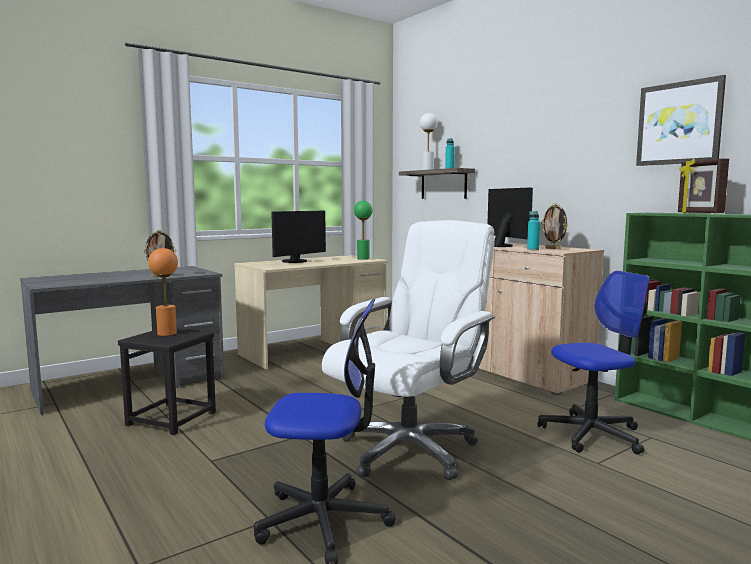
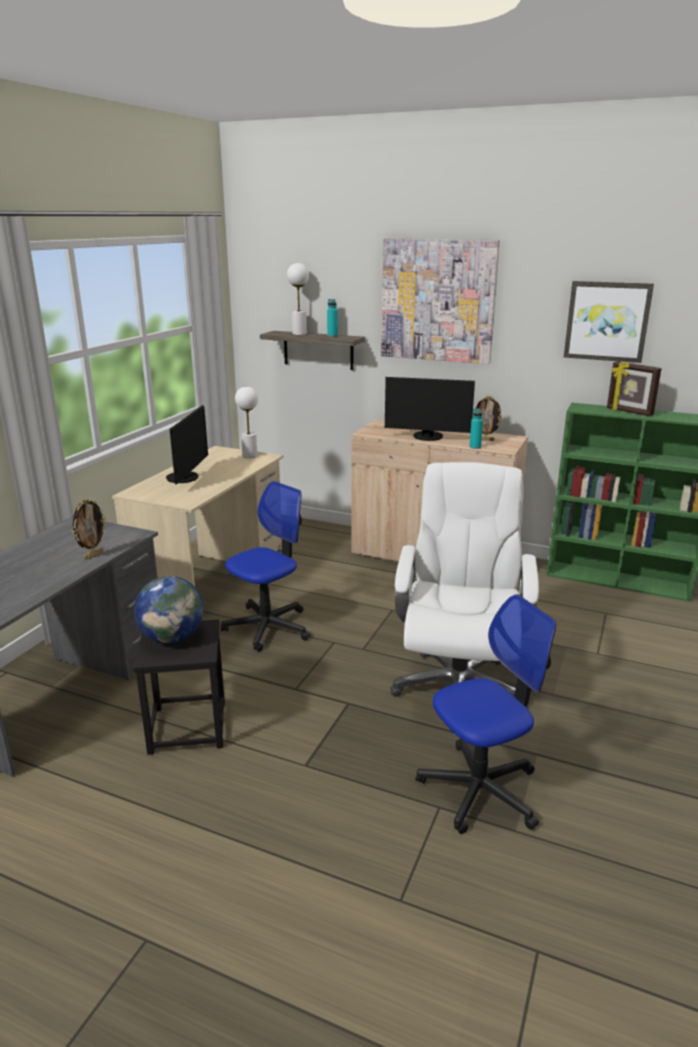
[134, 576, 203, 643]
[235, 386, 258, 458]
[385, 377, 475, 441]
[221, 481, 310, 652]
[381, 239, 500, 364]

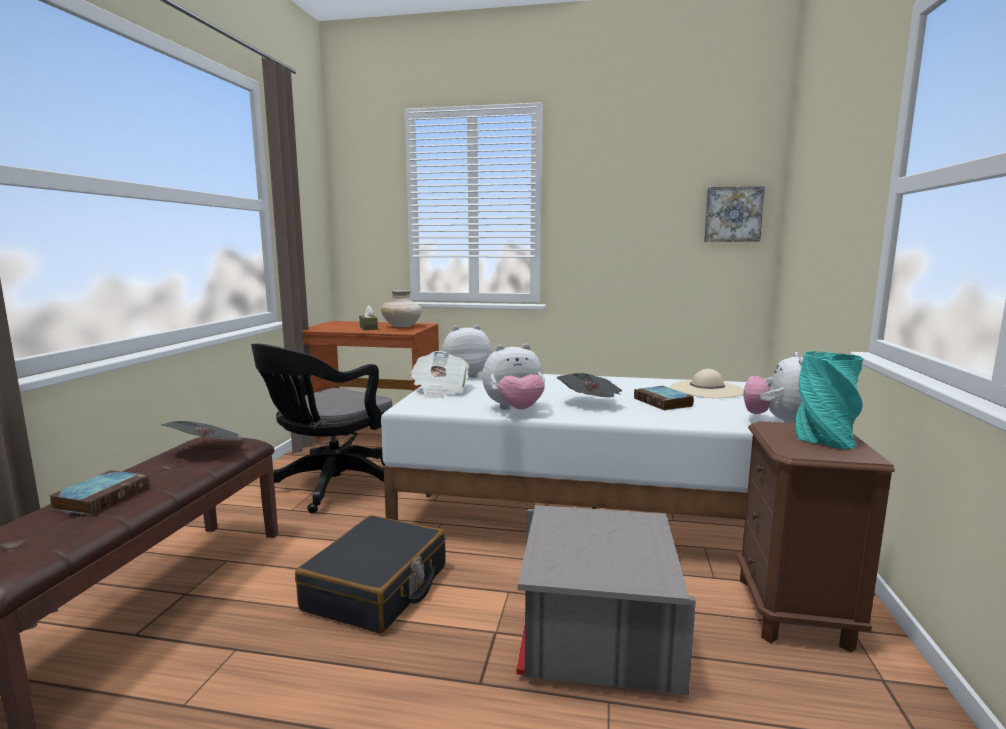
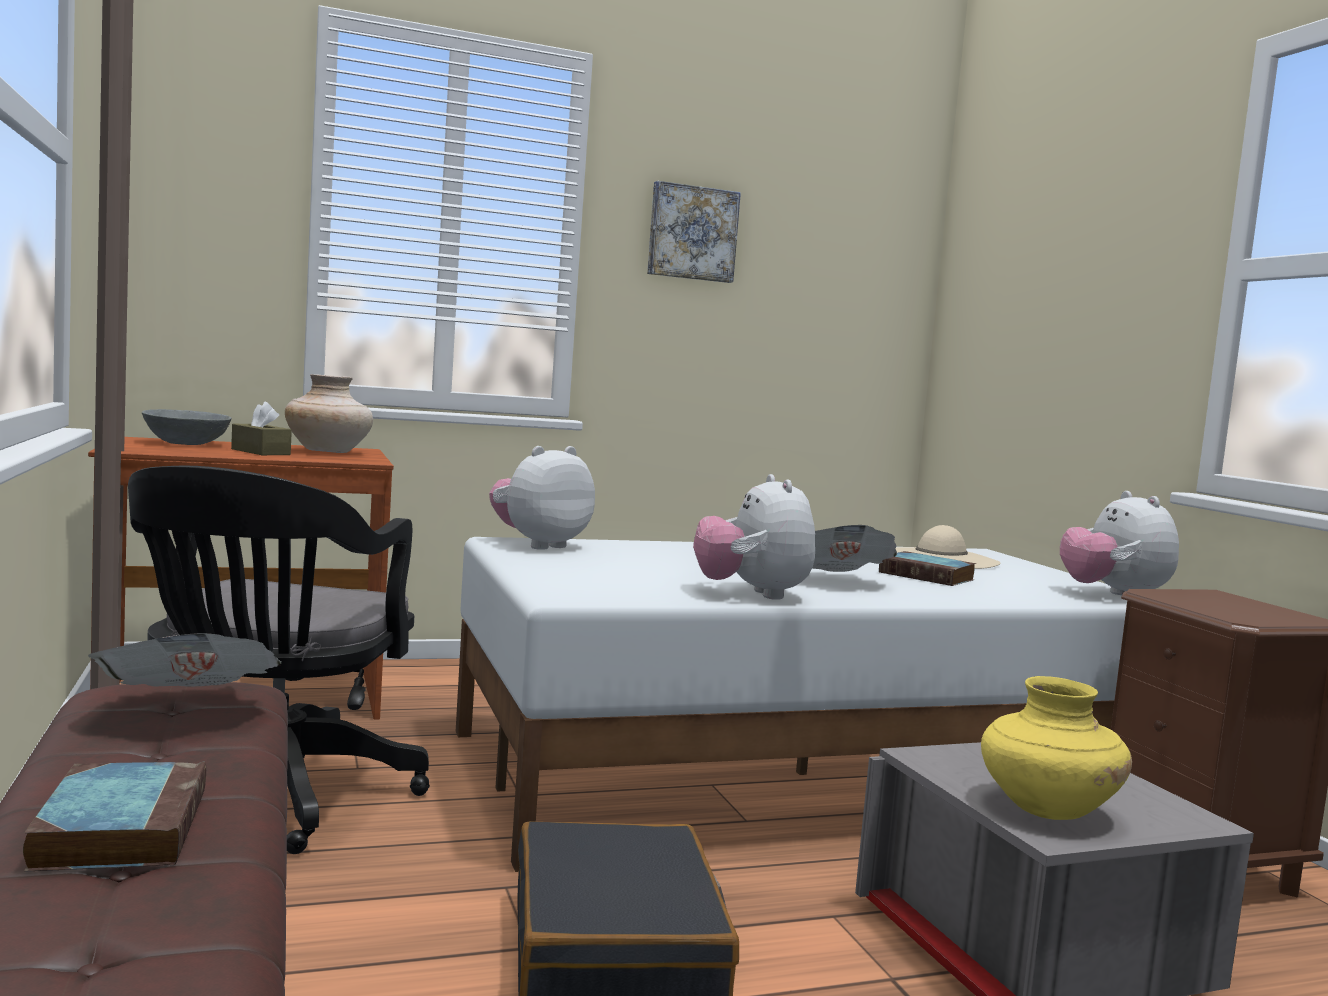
[410, 351, 469, 399] (first image)
[693, 474, 815, 600]
[647, 181, 741, 283]
[796, 351, 863, 449] (first image)
[142, 409, 231, 445]
[981, 676, 1132, 820]

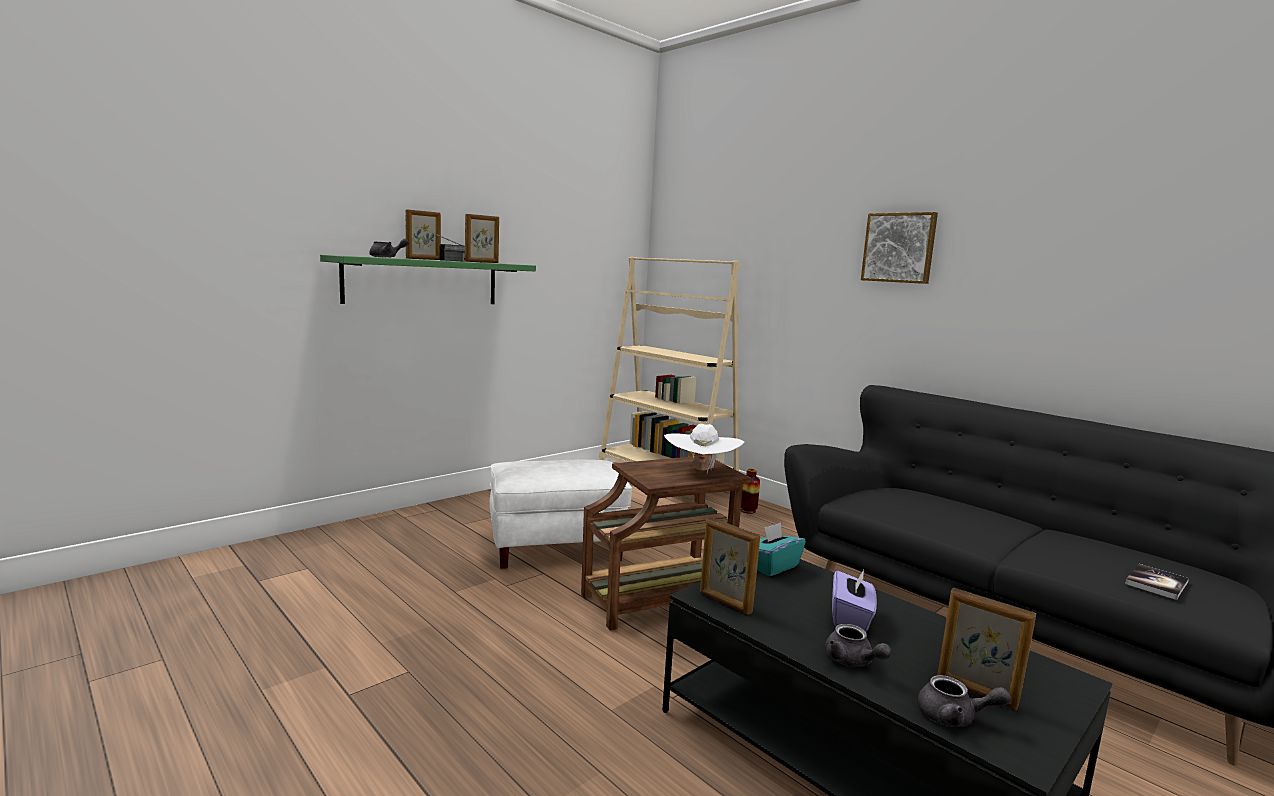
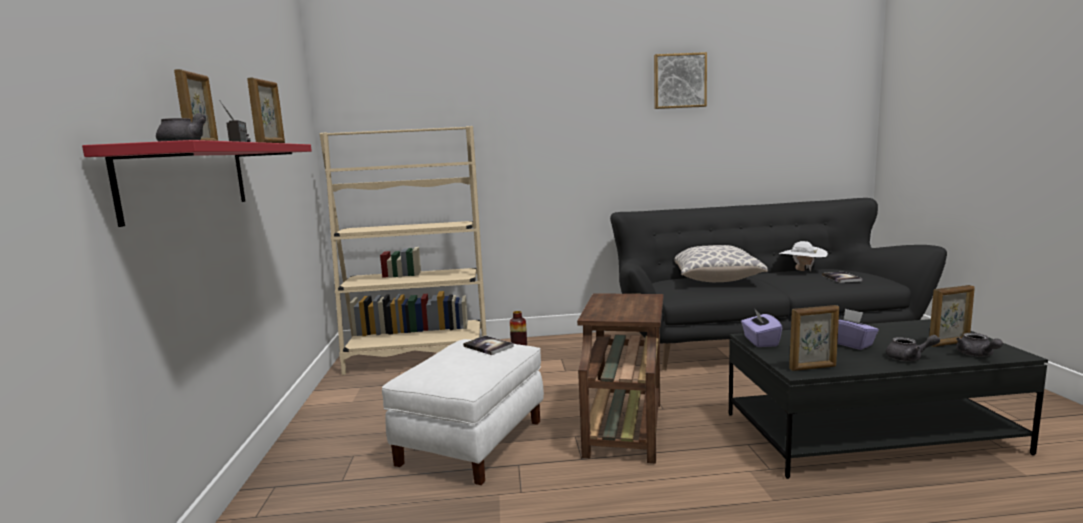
[82, 140, 312, 227]
[779, 241, 828, 271]
[741, 308, 782, 347]
[654, 52, 707, 109]
[956, 333, 1003, 357]
[463, 336, 514, 355]
[674, 245, 768, 282]

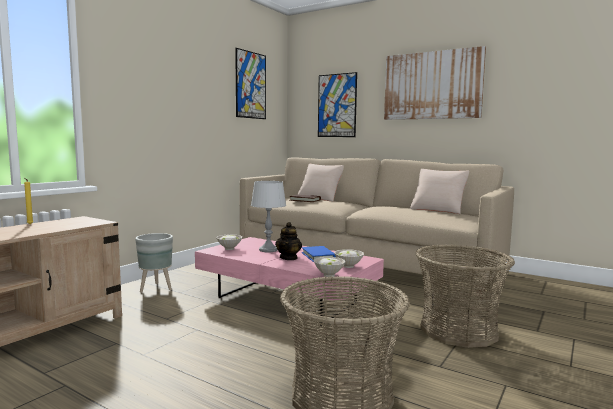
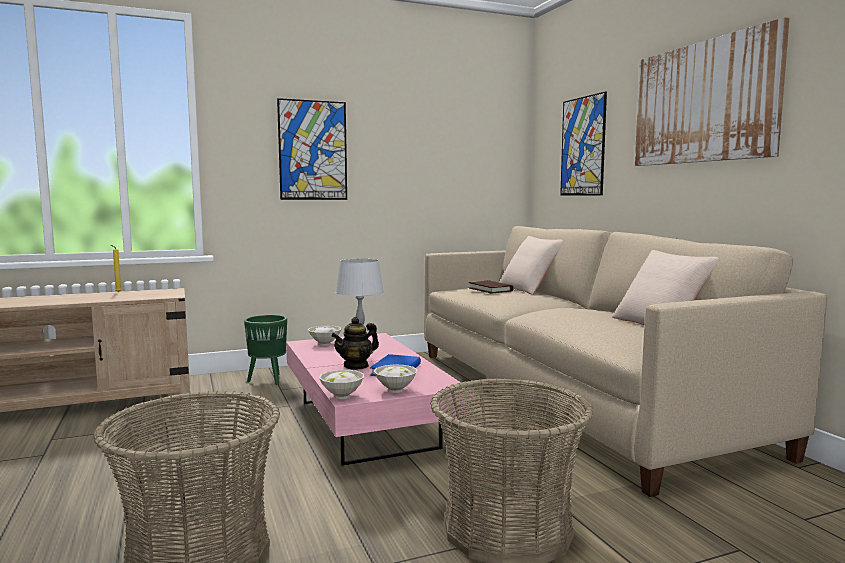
[244, 315, 287, 385]
[277, 98, 347, 200]

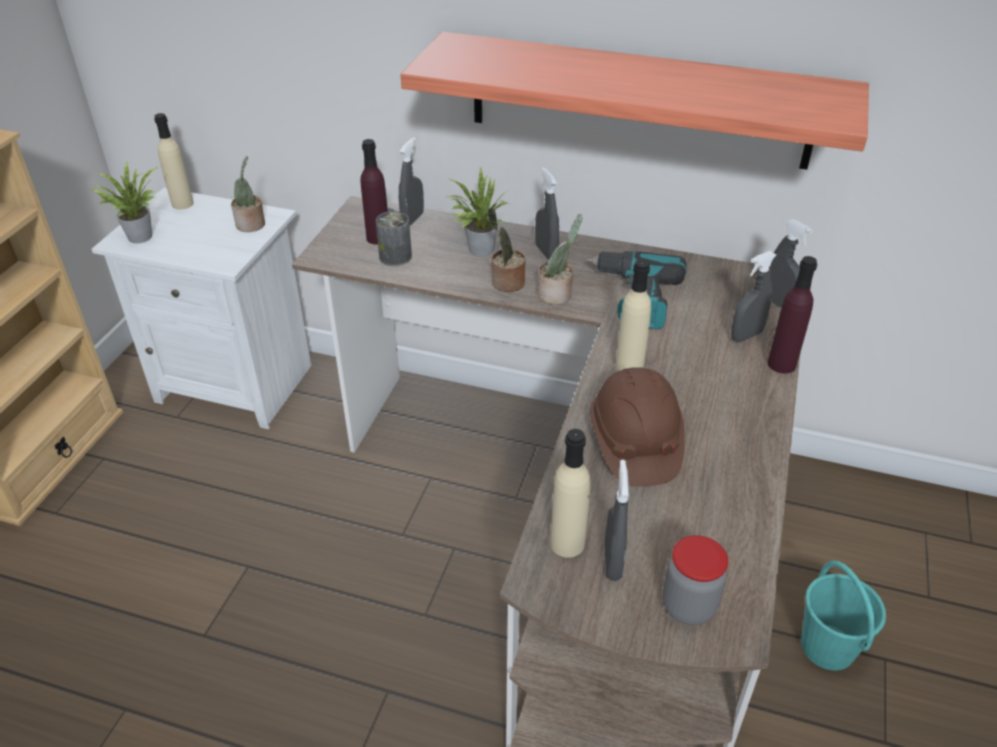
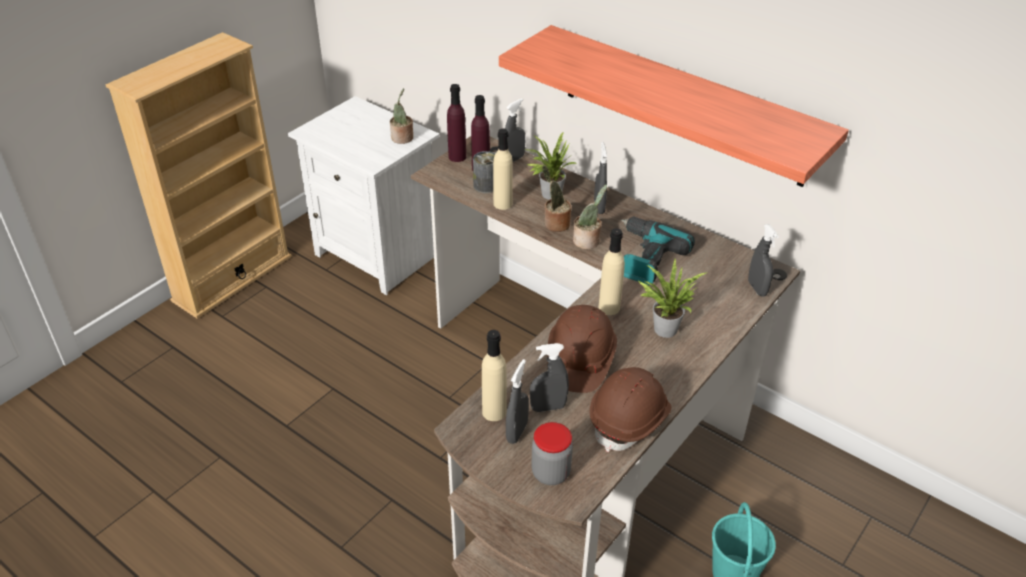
[637, 259, 708, 338]
[493, 129, 513, 210]
[530, 343, 569, 412]
[447, 84, 466, 162]
[590, 367, 671, 452]

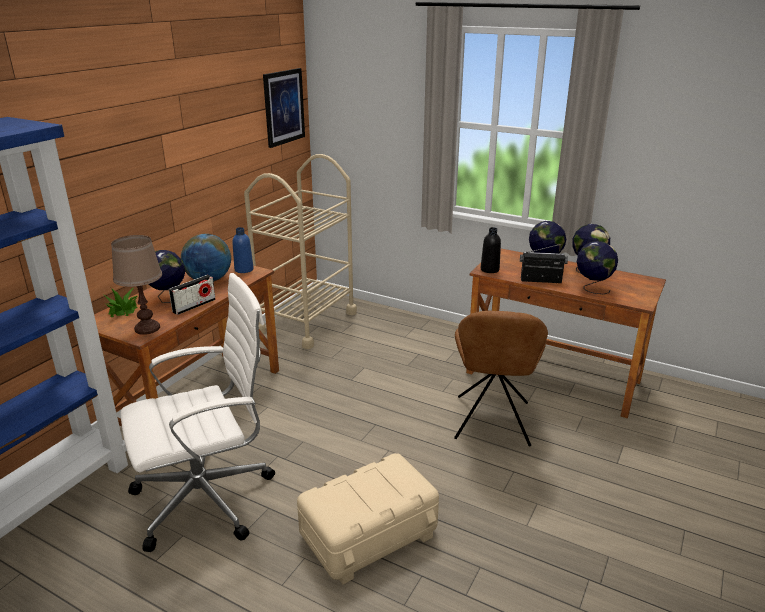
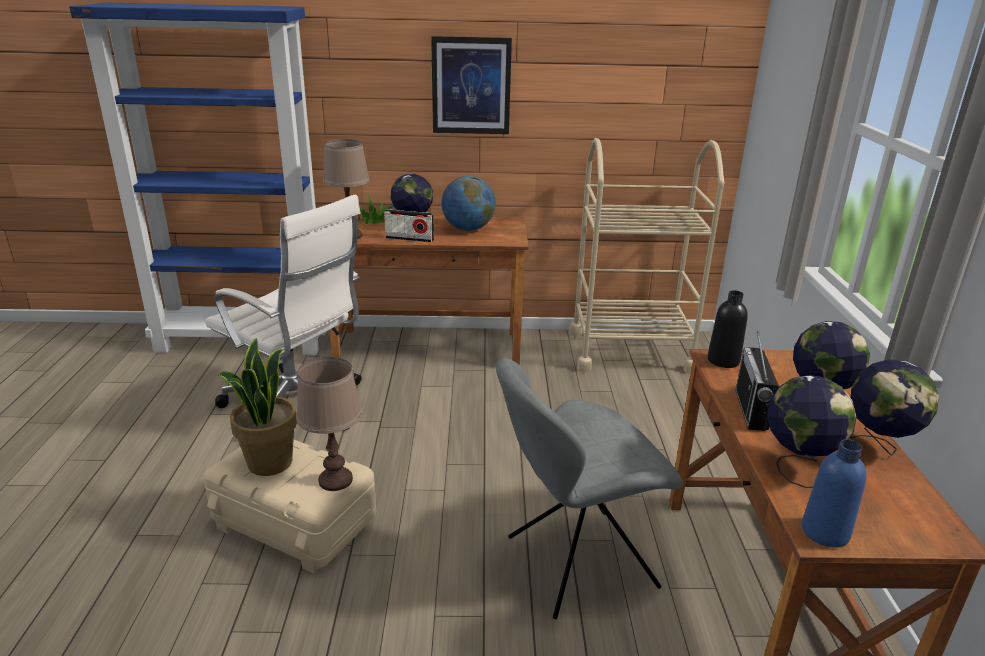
[802, 439, 867, 548]
[431, 36, 512, 134]
[496, 358, 683, 619]
[736, 331, 779, 431]
[219, 338, 297, 476]
[296, 357, 362, 491]

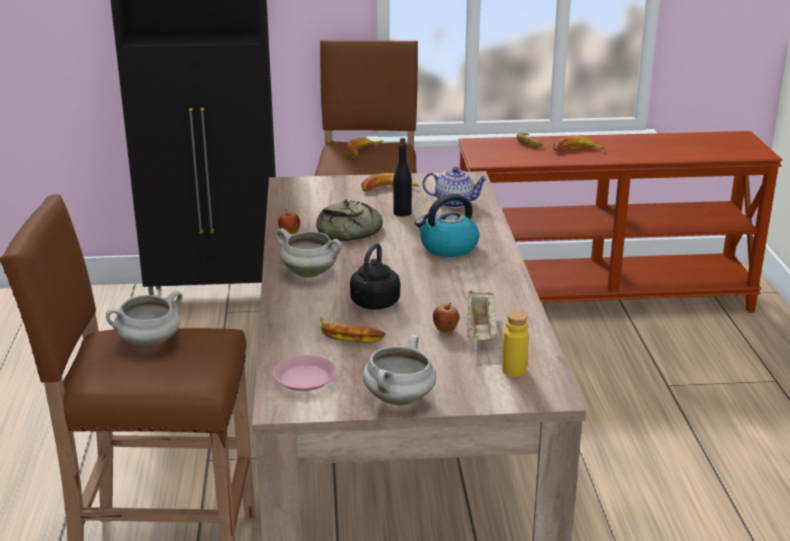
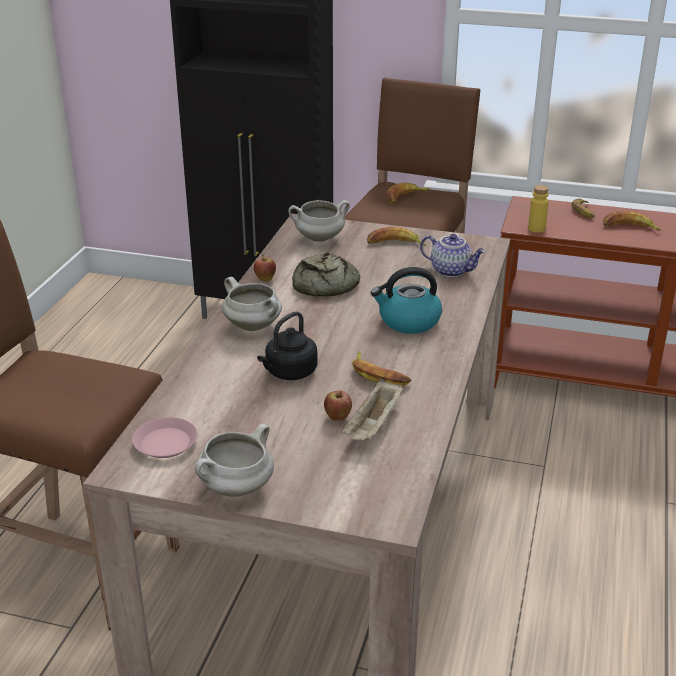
[288, 200, 350, 242]
[352, 351, 411, 387]
[393, 138, 412, 216] (first image)
[528, 185, 549, 233]

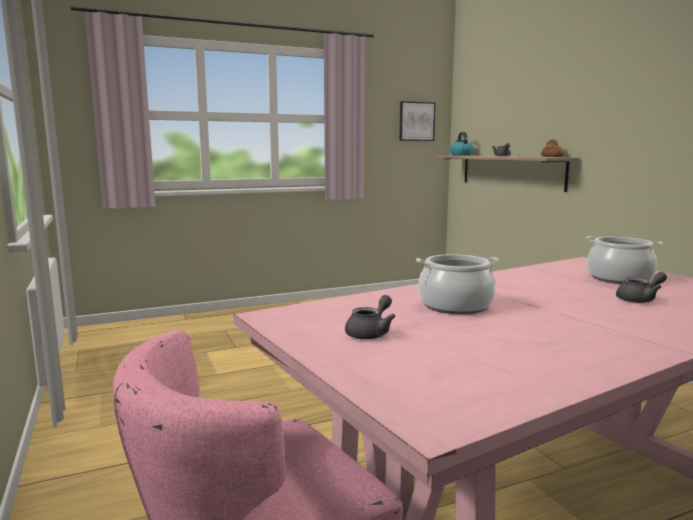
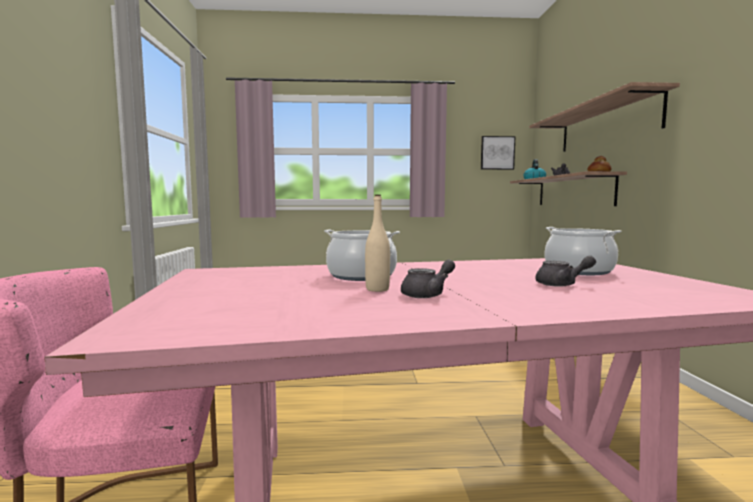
[401, 260, 455, 298]
[365, 195, 390, 292]
[529, 82, 680, 152]

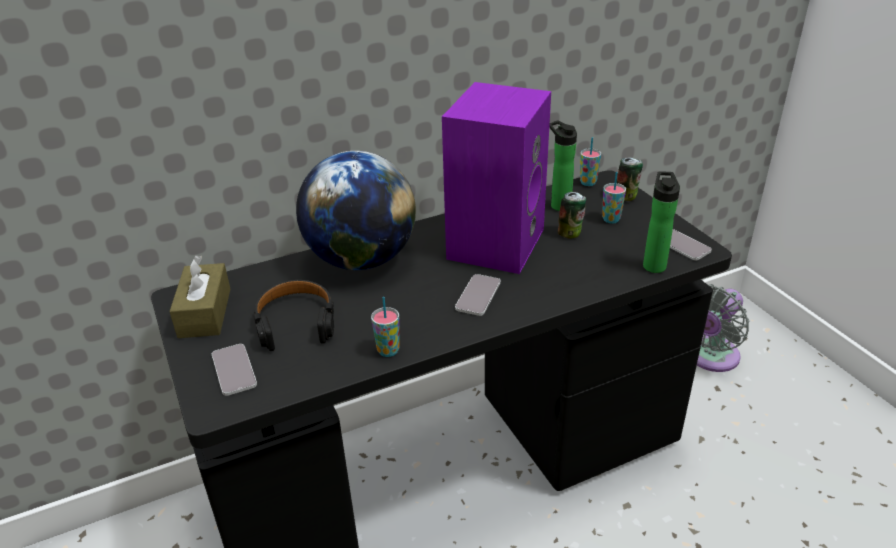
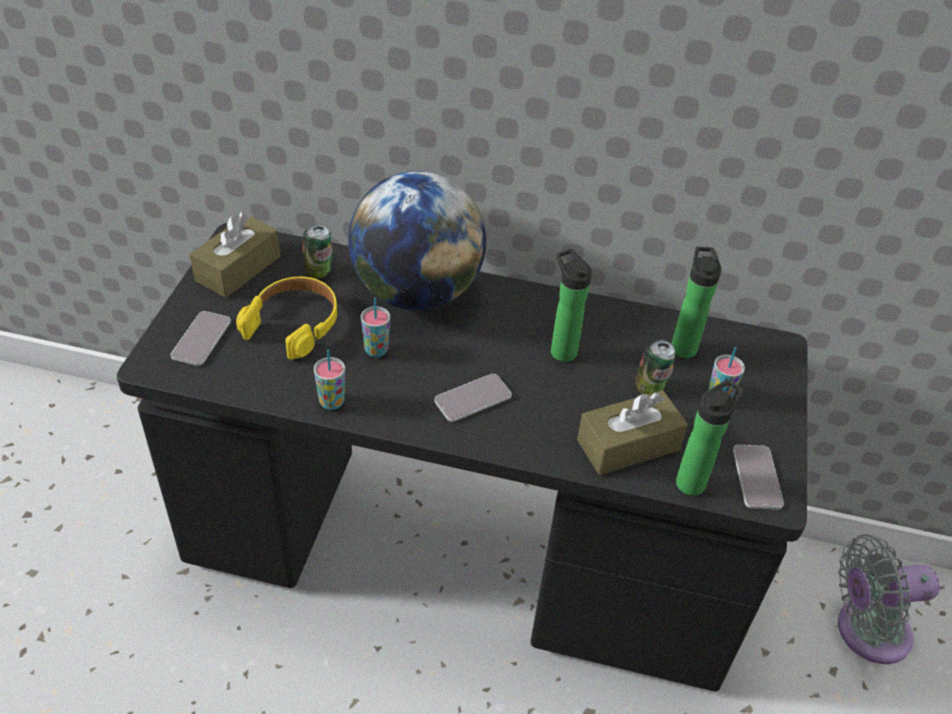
[236, 277, 337, 360]
[551, 249, 592, 362]
[361, 298, 390, 357]
[302, 224, 333, 278]
[577, 390, 688, 475]

